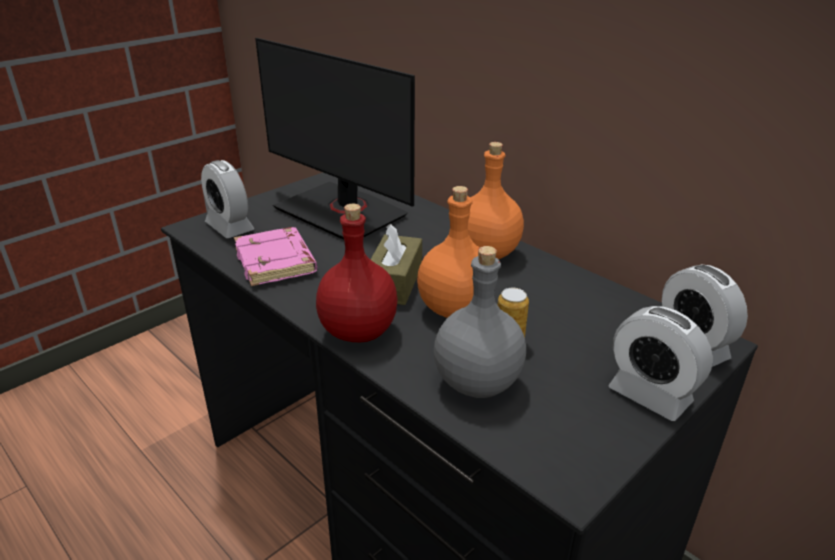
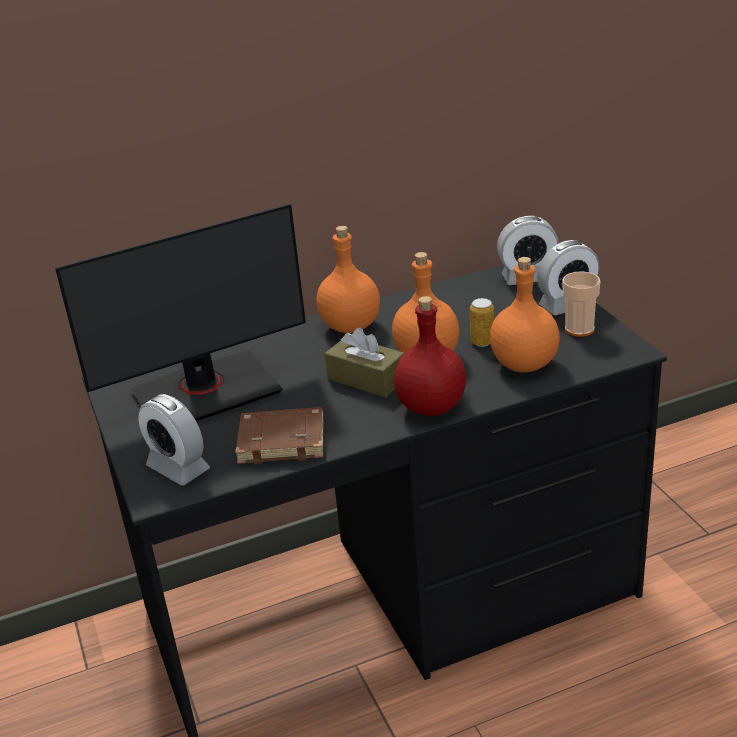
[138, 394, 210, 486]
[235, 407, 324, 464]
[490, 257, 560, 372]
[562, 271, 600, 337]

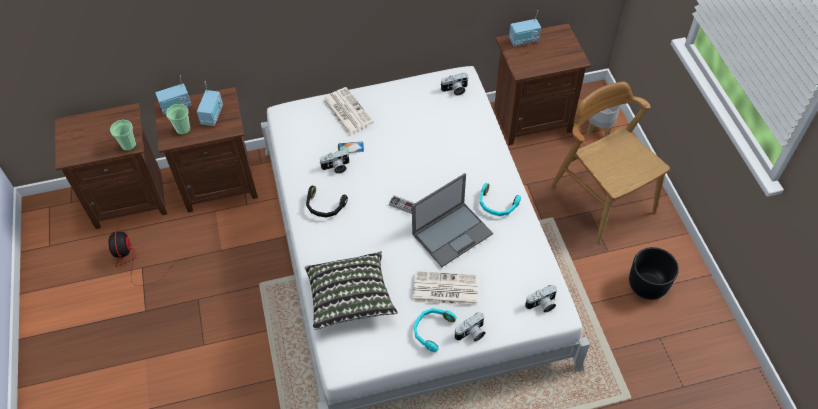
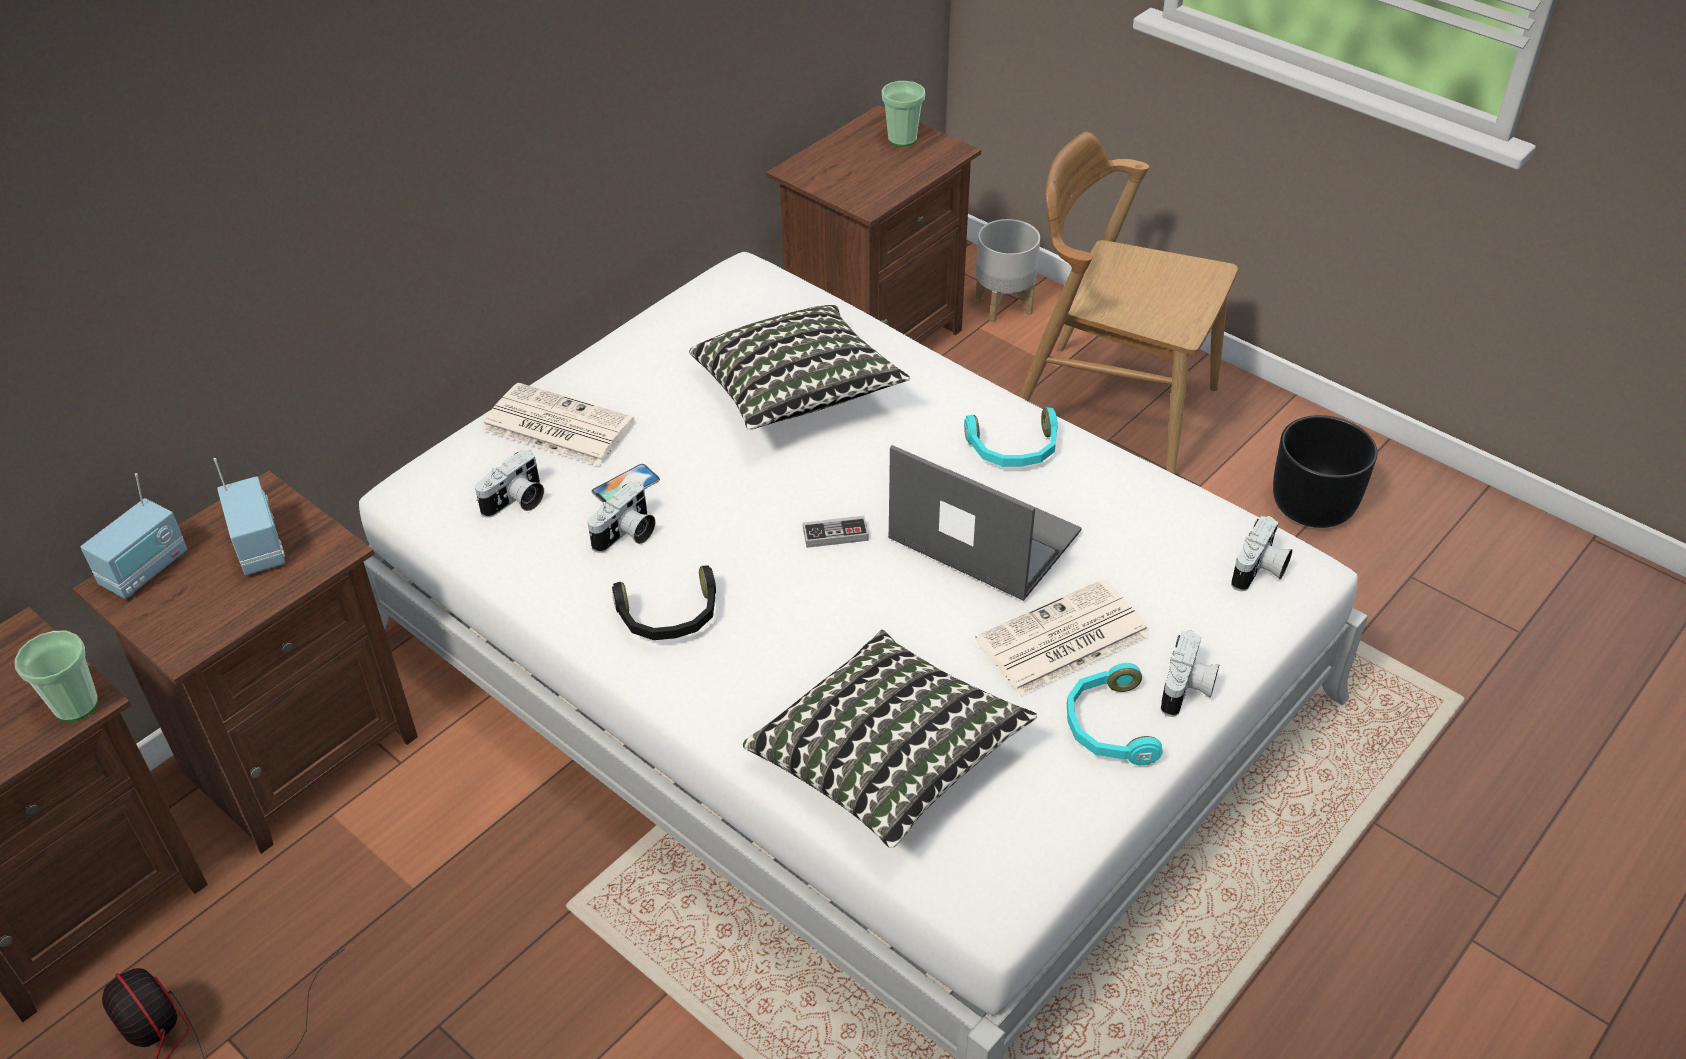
[882, 81, 925, 146]
[888, 445, 1082, 601]
[475, 449, 544, 518]
[509, 10, 541, 46] (first image)
[689, 305, 910, 430]

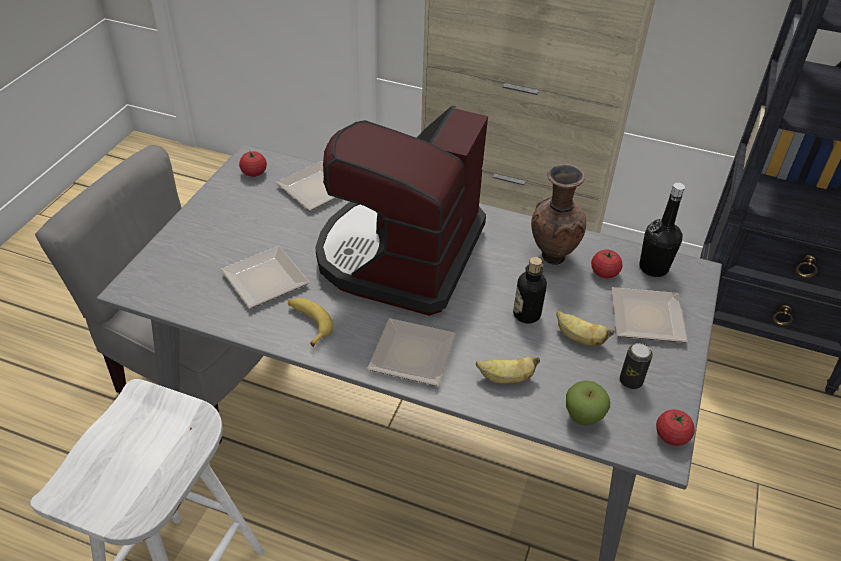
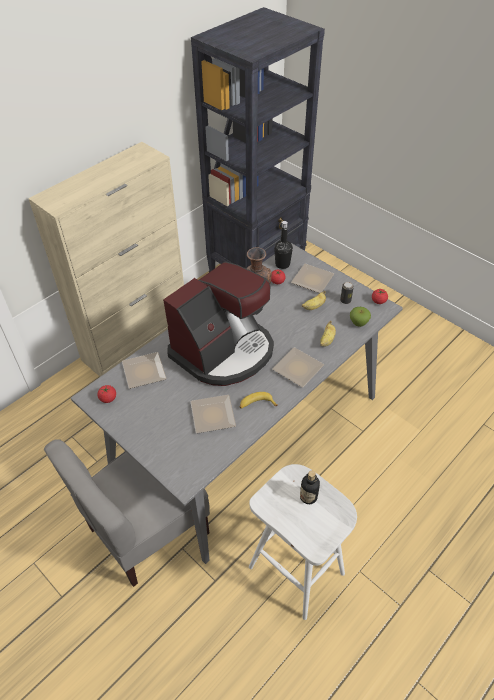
[163, 262, 274, 386]
[300, 470, 320, 504]

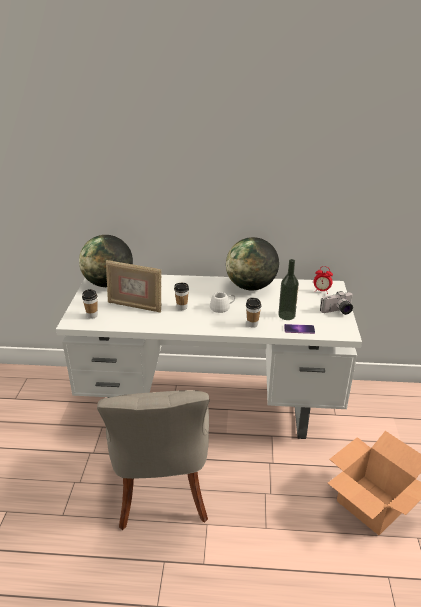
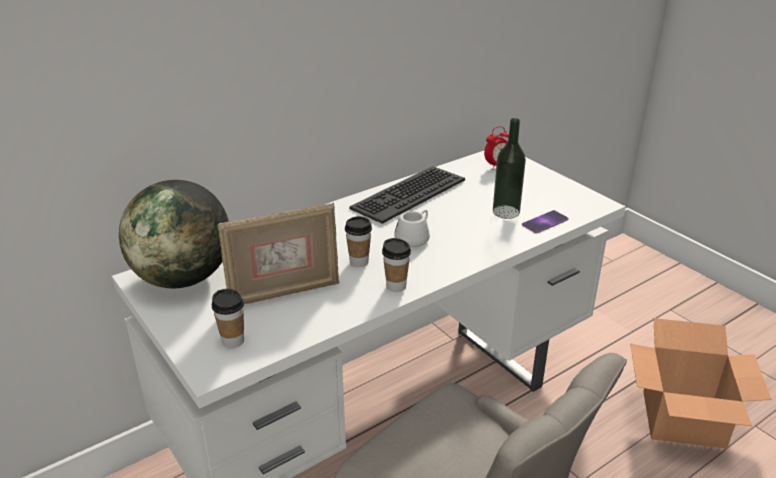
[349, 166, 465, 224]
[382, 238, 411, 292]
[320, 291, 353, 315] (first image)

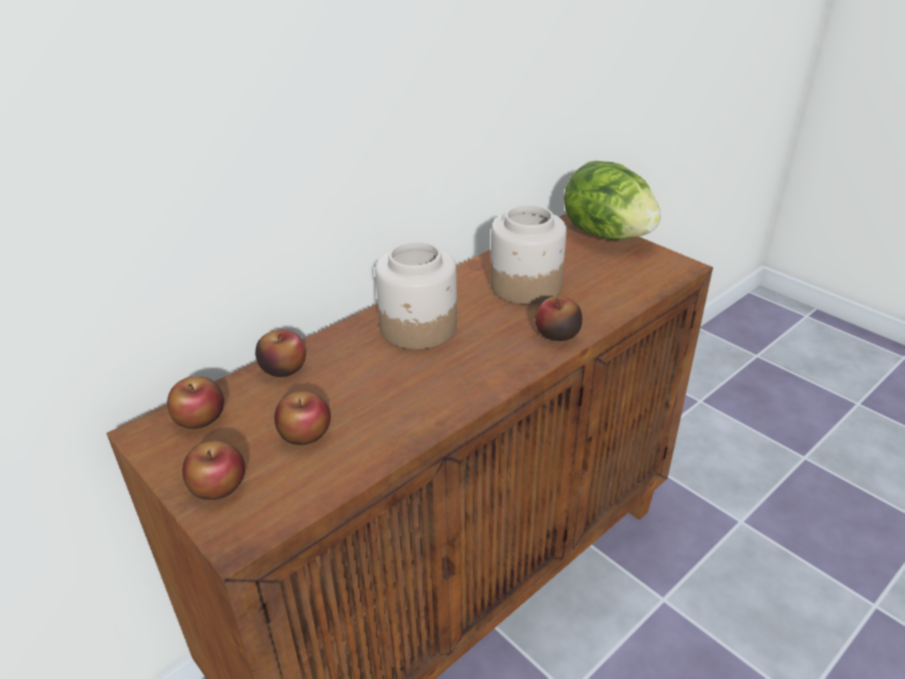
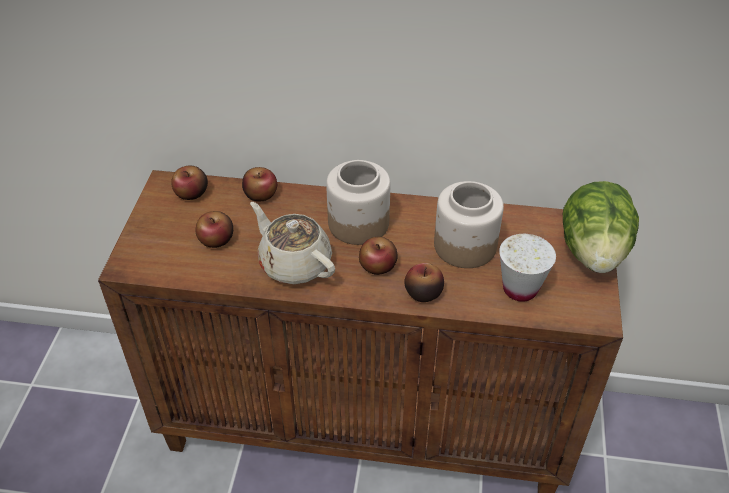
[359, 236, 397, 275]
[250, 202, 335, 284]
[499, 234, 556, 302]

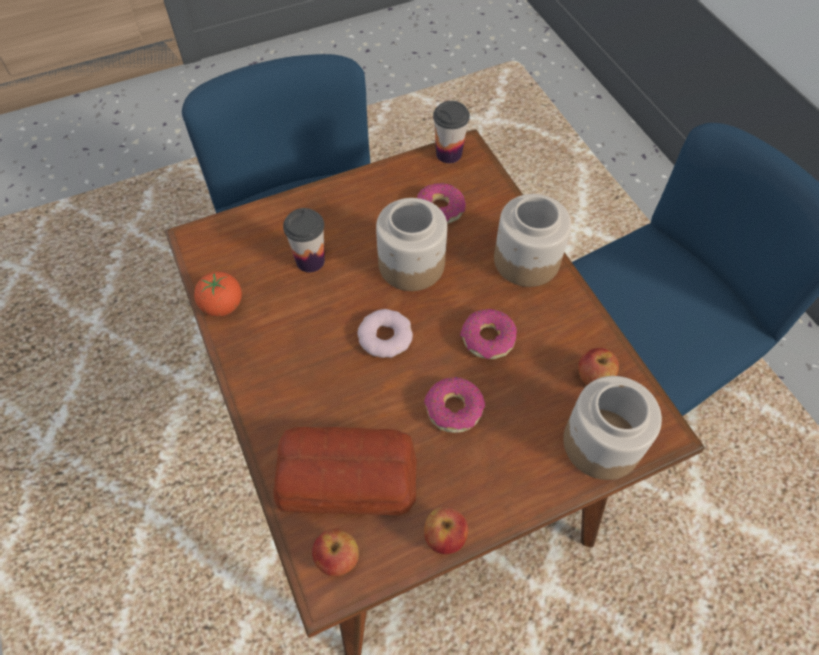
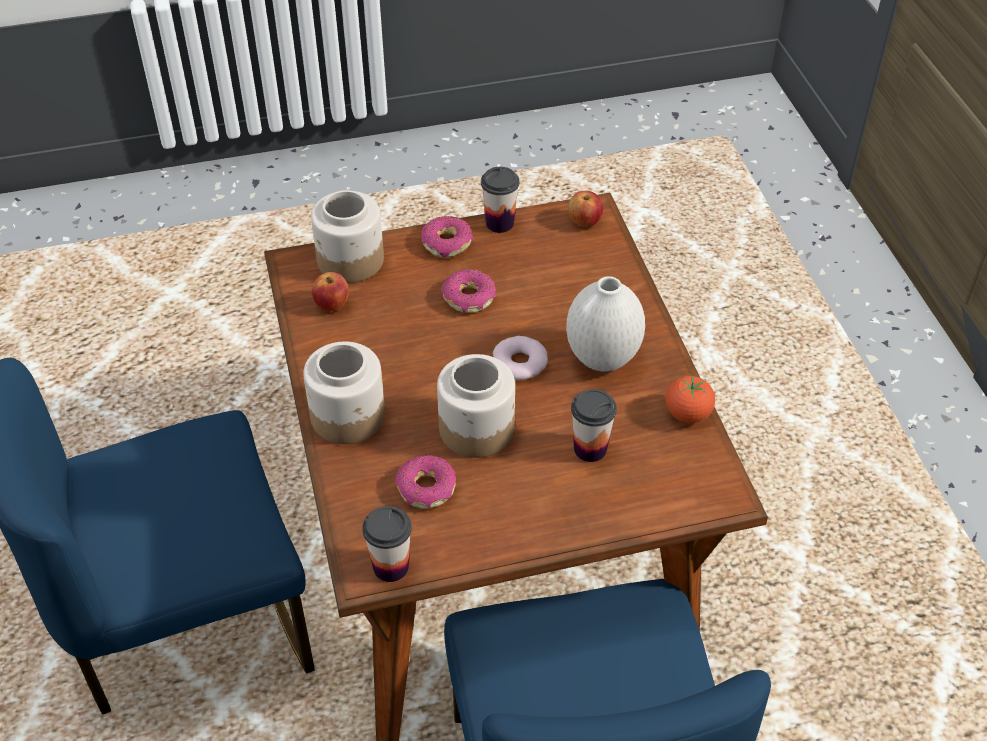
[273, 427, 417, 515] (first image)
[481, 167, 519, 233]
[421, 216, 473, 258]
[566, 276, 645, 372]

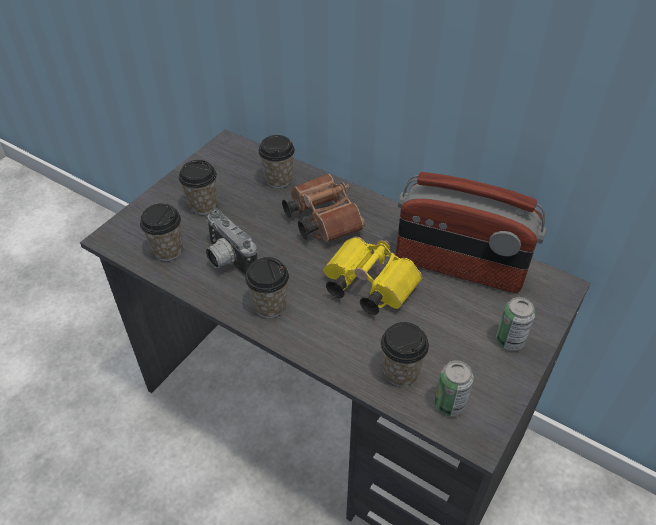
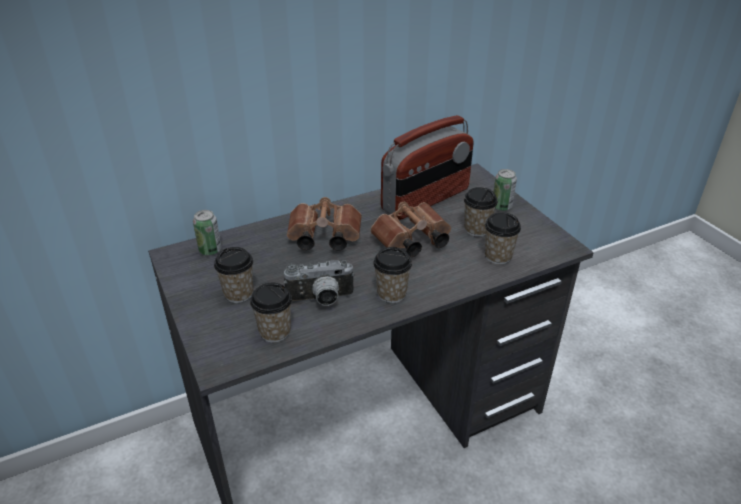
[464, 187, 498, 237]
[370, 202, 451, 257]
[193, 210, 222, 256]

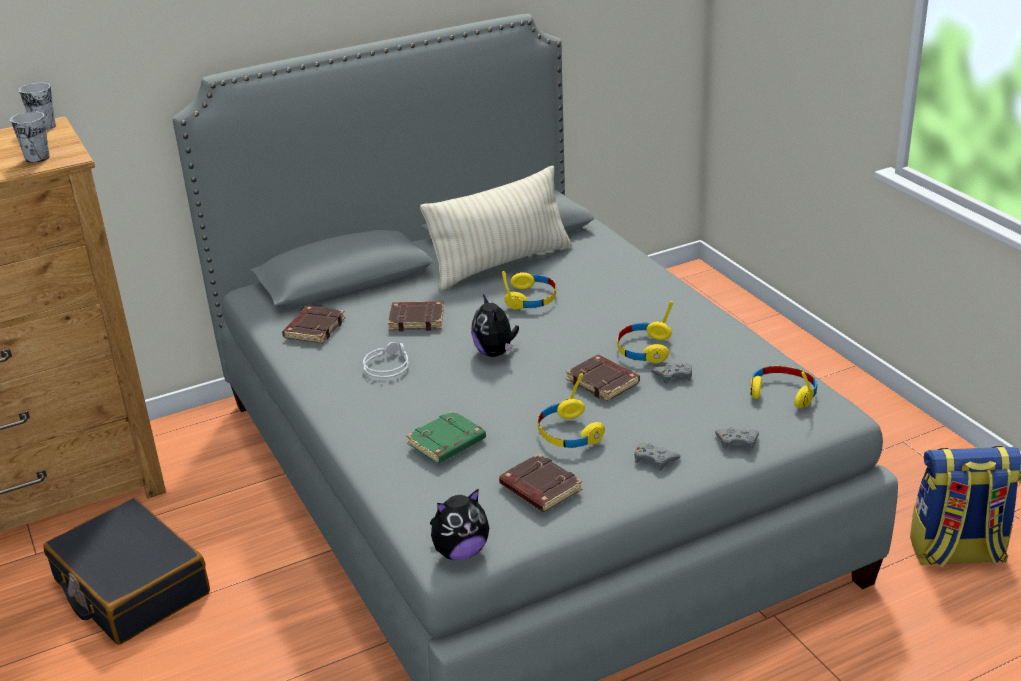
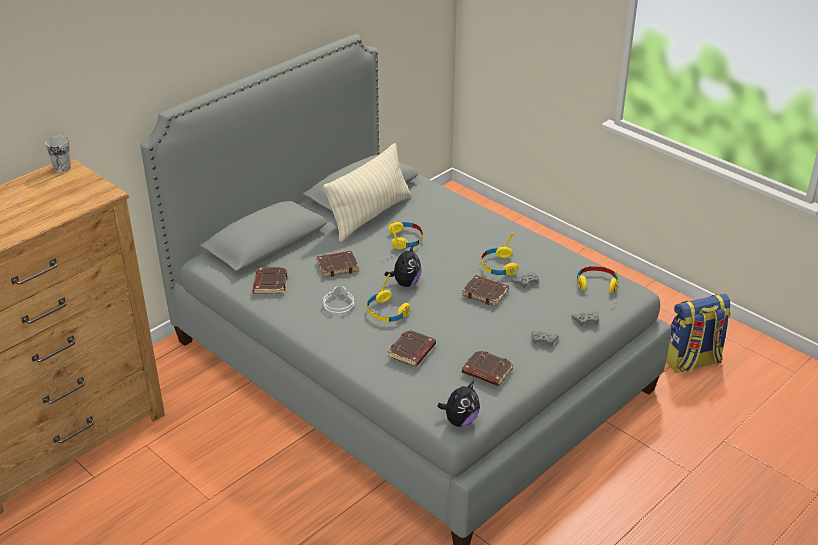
[10, 111, 50, 163] (first image)
[43, 498, 210, 645] (first image)
[388, 329, 436, 366]
[385, 245, 422, 287]
[367, 274, 410, 322]

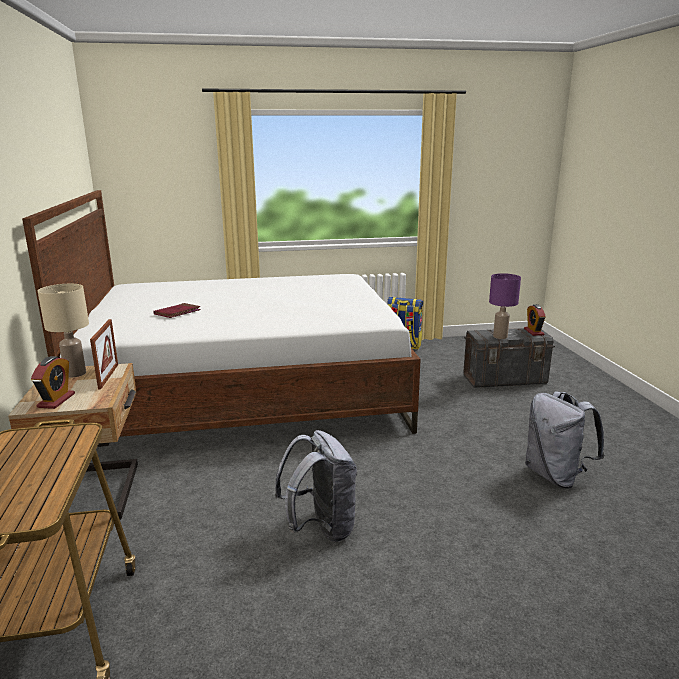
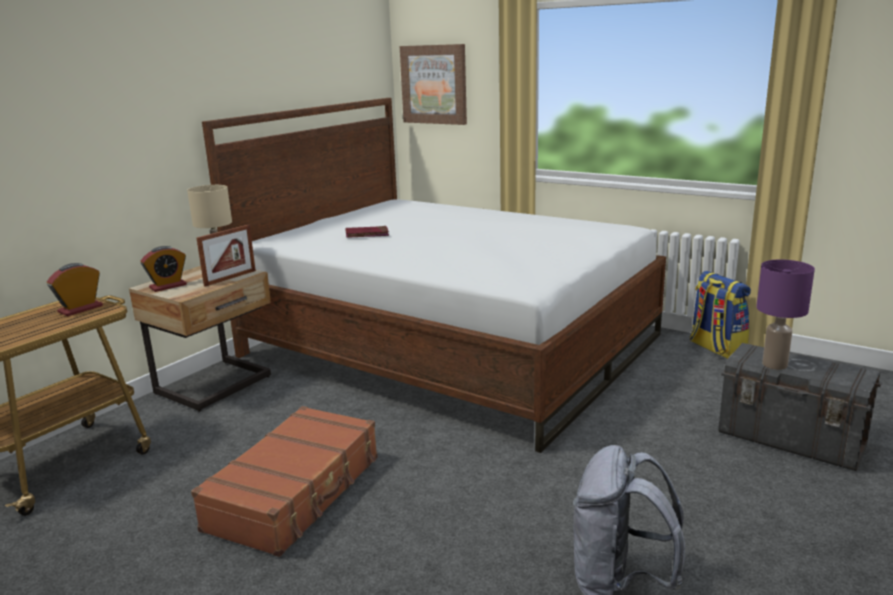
[191, 406, 378, 557]
[47, 263, 103, 316]
[400, 44, 467, 125]

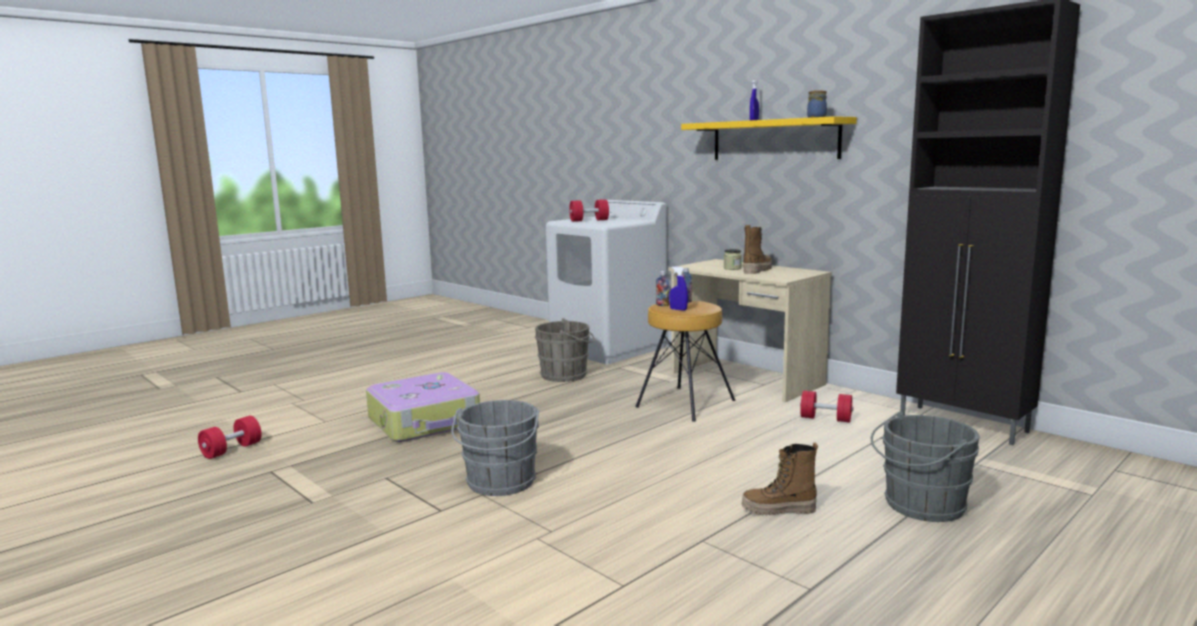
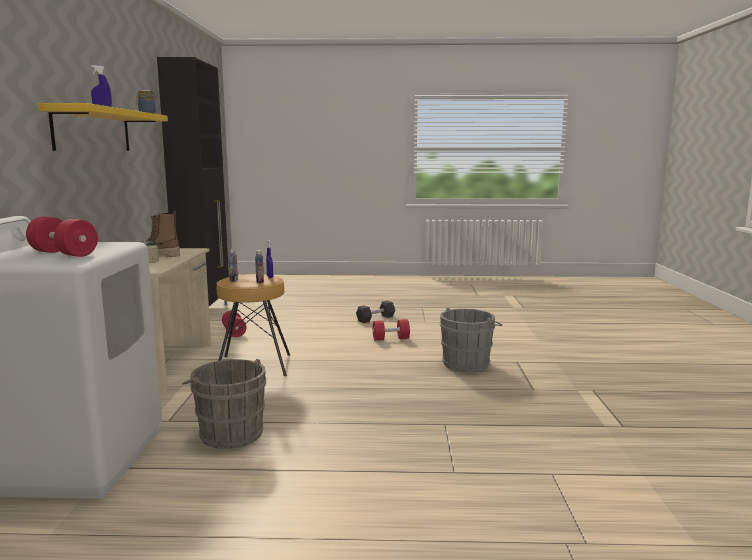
[373, 319, 410, 341]
[366, 372, 480, 442] (first image)
[356, 301, 395, 323]
[871, 411, 979, 522] (first image)

